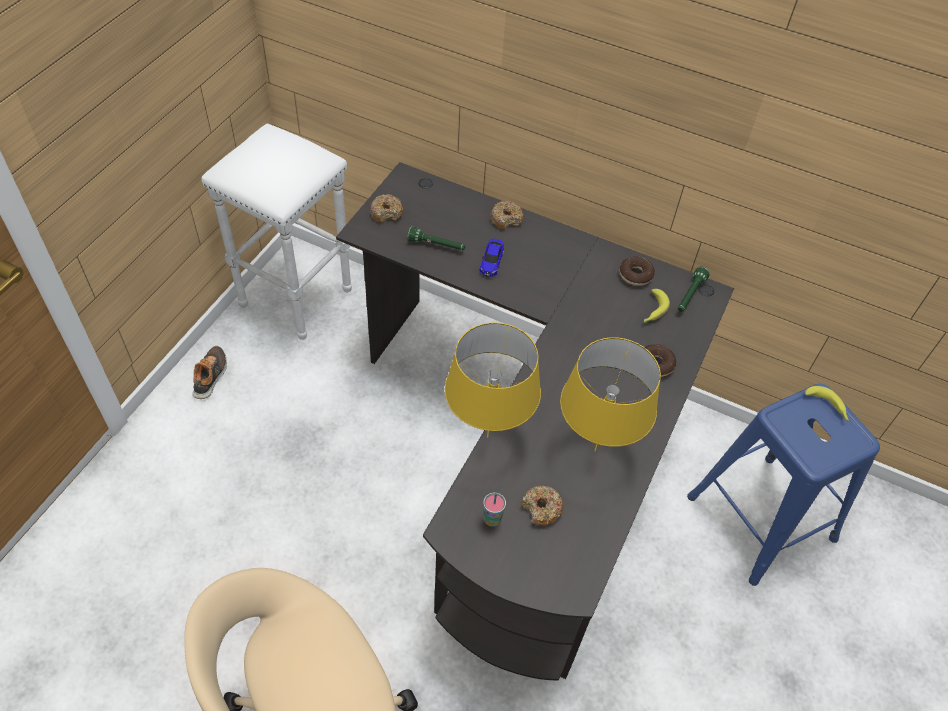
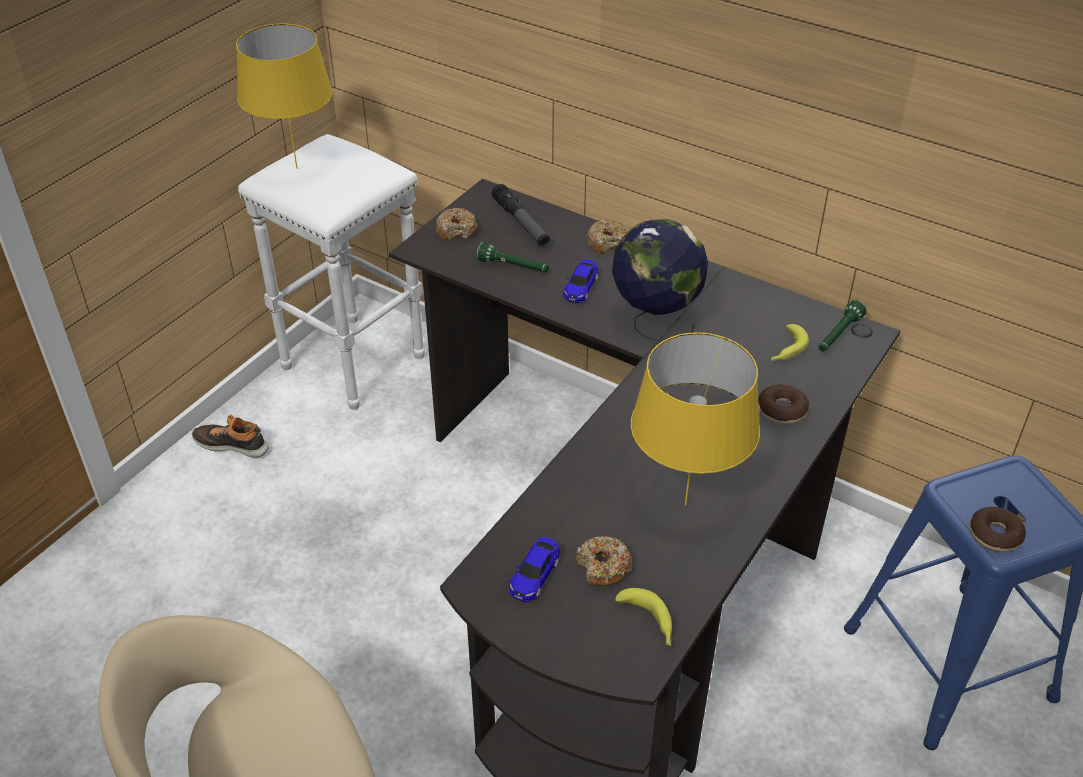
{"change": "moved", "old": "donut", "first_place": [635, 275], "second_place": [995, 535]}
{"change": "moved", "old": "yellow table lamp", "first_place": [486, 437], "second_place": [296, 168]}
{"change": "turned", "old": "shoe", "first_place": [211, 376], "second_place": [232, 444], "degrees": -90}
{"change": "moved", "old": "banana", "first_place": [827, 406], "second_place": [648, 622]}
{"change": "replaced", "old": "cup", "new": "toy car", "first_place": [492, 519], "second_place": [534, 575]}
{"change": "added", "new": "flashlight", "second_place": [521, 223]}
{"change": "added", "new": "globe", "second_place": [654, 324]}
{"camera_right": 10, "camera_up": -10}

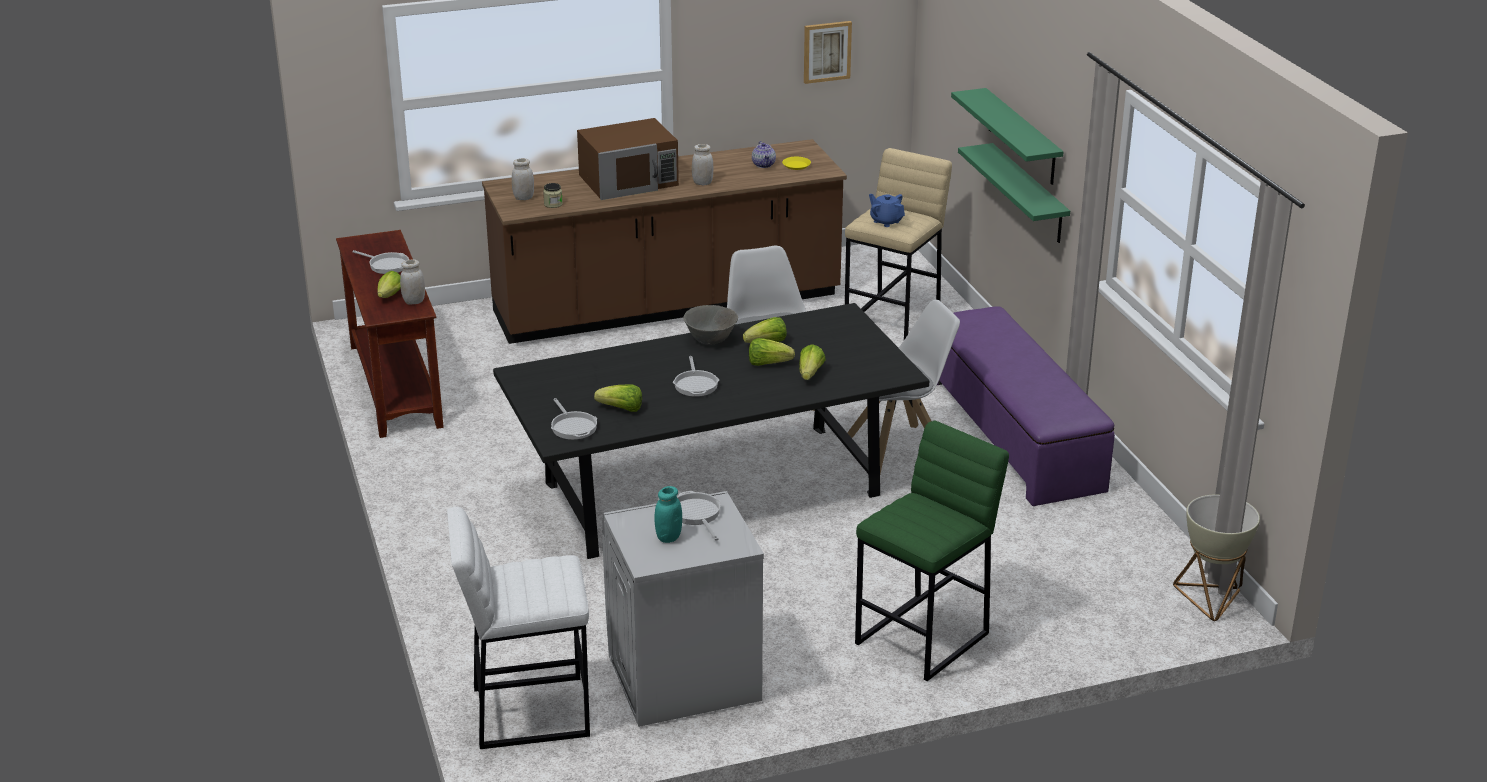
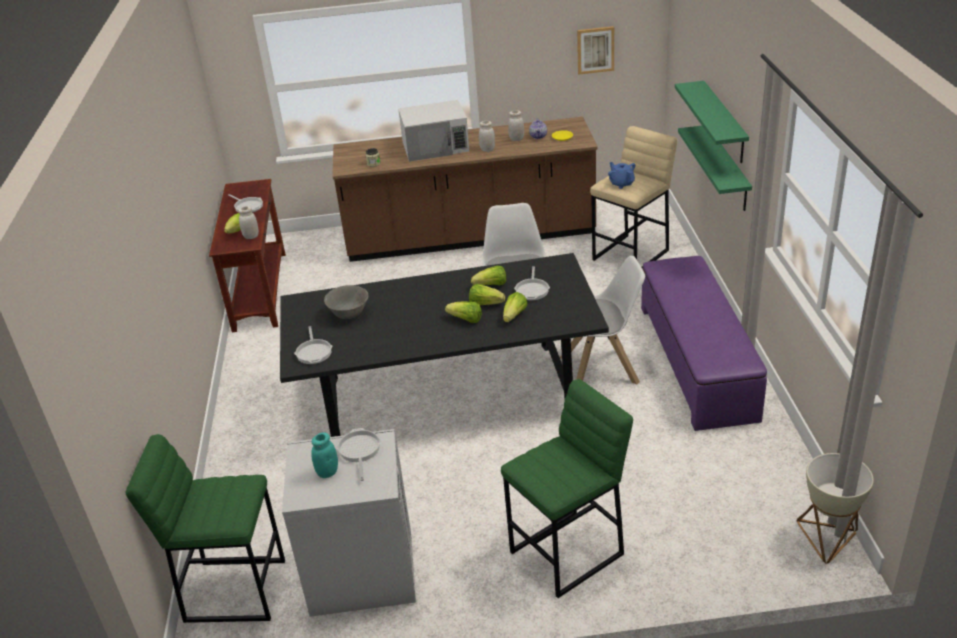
{"change": "recoloured", "old": "brown microwave", "new": "white microwave", "first_place": [629, 180], "second_place": [436, 146]}
{"change": "moved", "old": "white jar", "first_place": [523, 198], "second_place": [516, 139]}
{"change": "moved", "old": "grey bowl", "first_place": [710, 340], "second_place": [349, 314]}
{"change": "moved", "old": "frying pan", "first_place": [696, 384], "second_place": [532, 290]}
{"change": "moved", "old": "lettuce", "first_place": [621, 409], "second_place": [466, 320]}
{"change": "recoloured", "old": "white stool", "new": "green stool", "first_place": [527, 712], "second_place": [233, 590]}
{"camera_right": 15, "camera_up": 5}

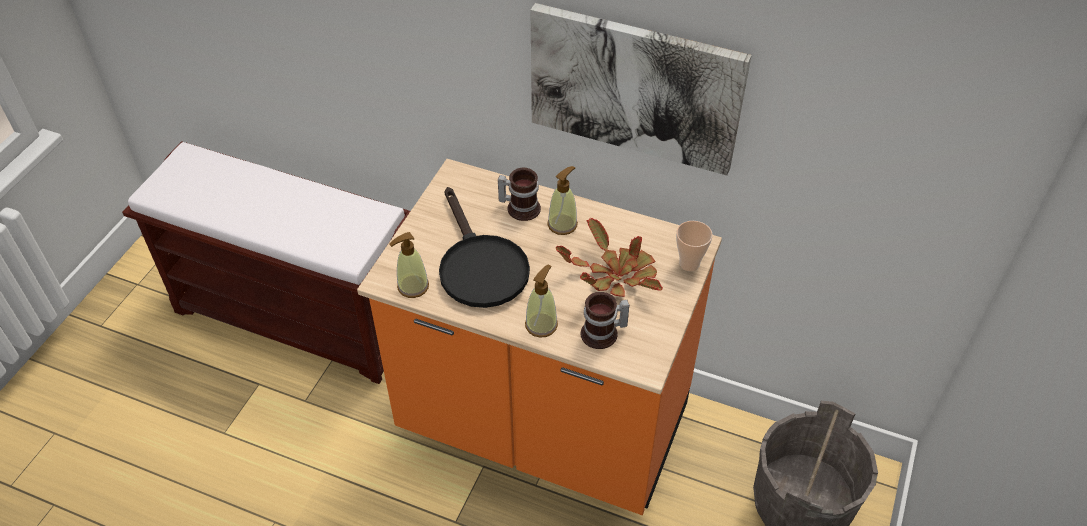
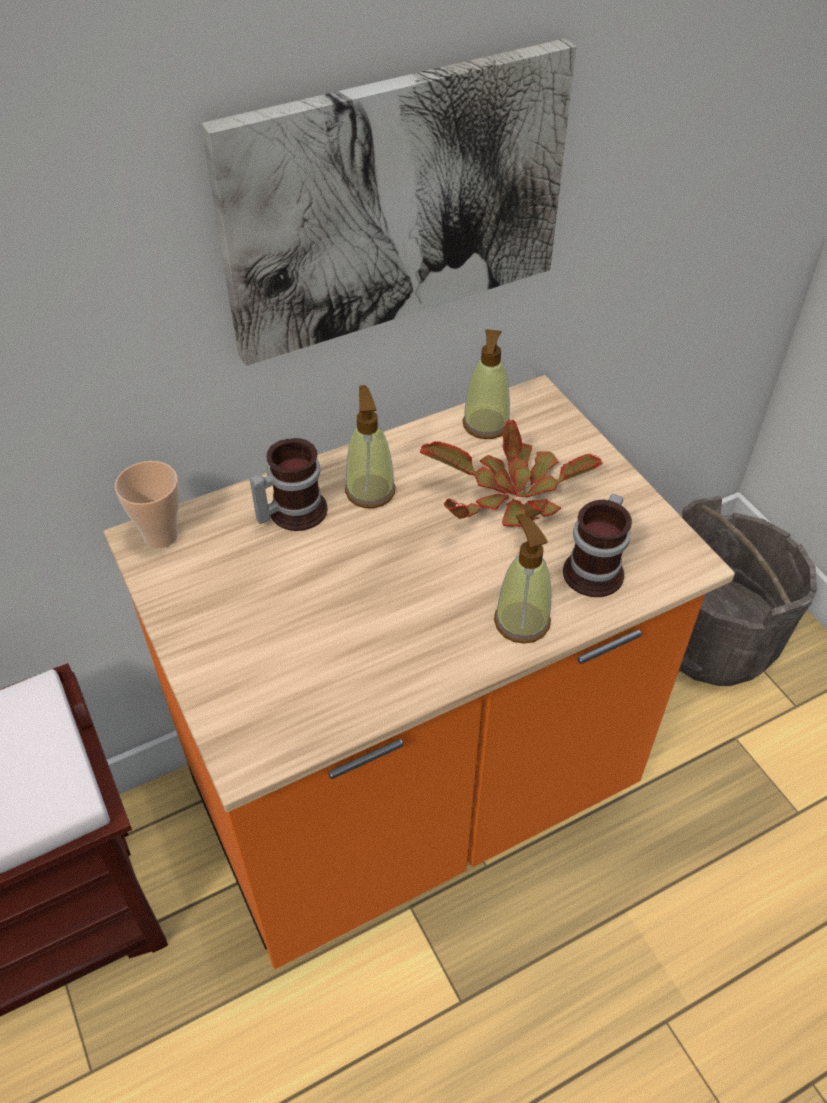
{"change": "removed", "old": "black frying pan", "first_place": [479, 266]}
{"change": "moved", "old": "cup", "first_place": [689, 264], "second_place": [161, 535]}
{"change": "moved", "old": "soap dispenser", "first_place": [412, 286], "second_place": [486, 424]}
{"camera_right": -50, "camera_up": 0}

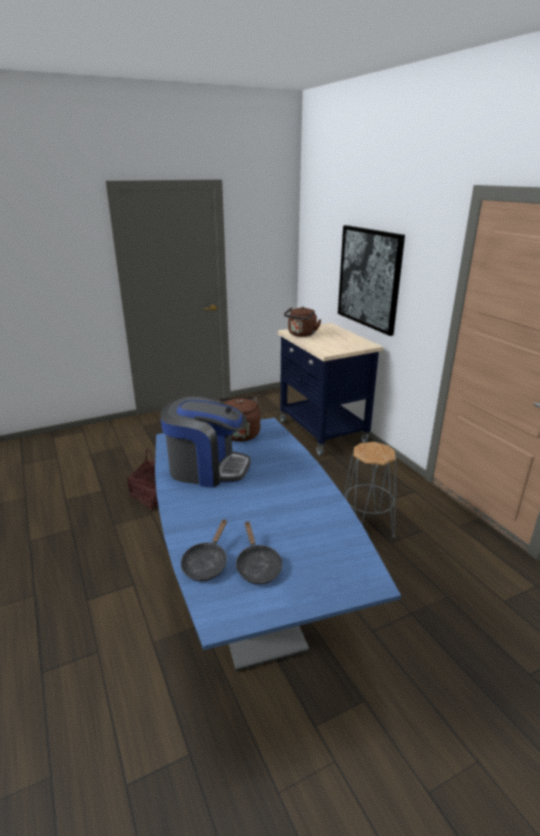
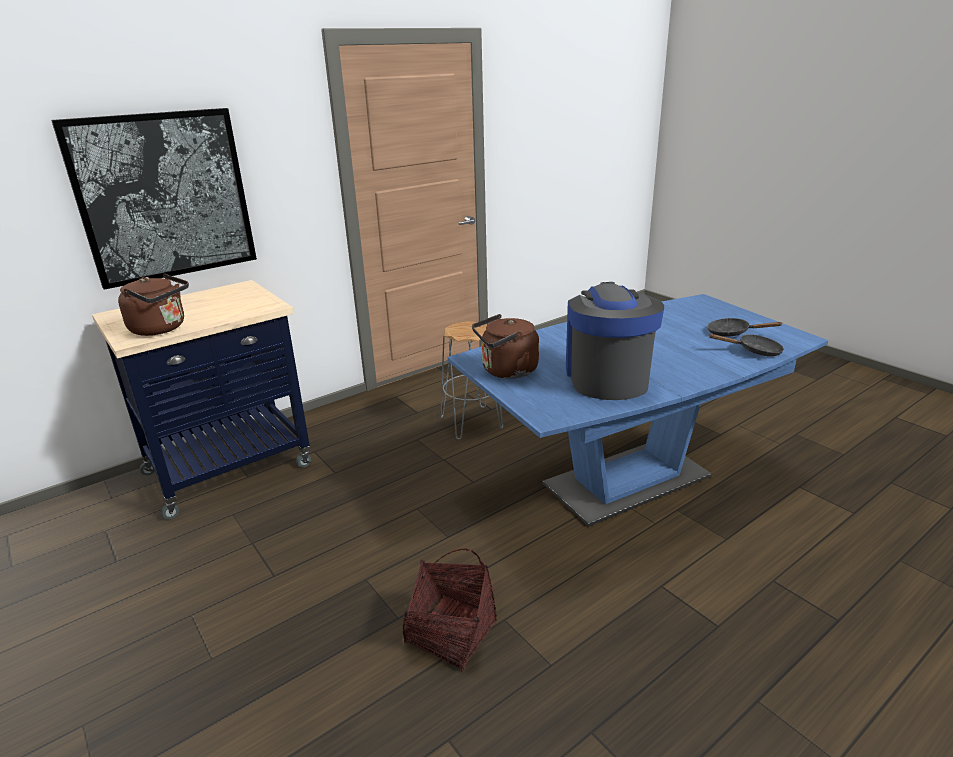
{"change": "turned", "old": "black frying pan", "first_place": [257, 566], "second_place": [732, 333], "degrees": -135}
{"camera_right": -100, "camera_up": 0}

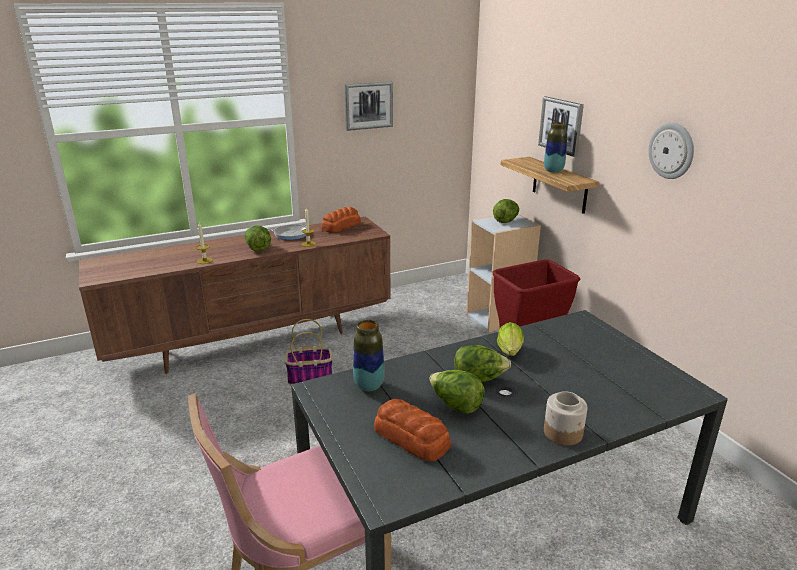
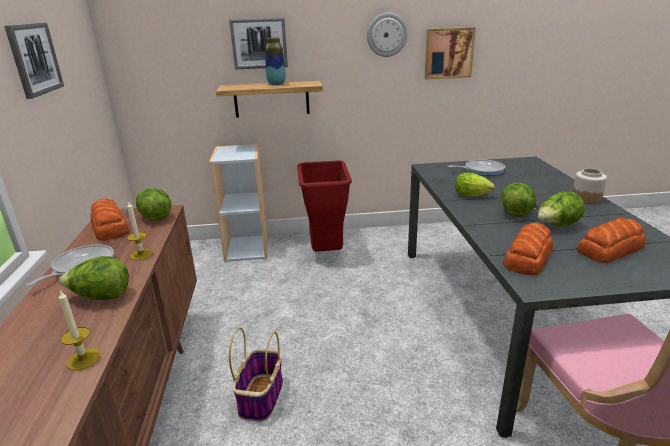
{"change": "moved", "old": "lettuce", "first_place": [506, 221], "second_place": [155, 217]}
{"change": "replaced", "old": "vase", "new": "bread", "first_place": [369, 386], "second_place": [527, 258]}
{"change": "added", "new": "picture", "second_place": [448, 53]}
{"change": "added", "new": "frying pan", "second_place": [481, 170]}
{"camera_right": -70, "camera_up": 0}

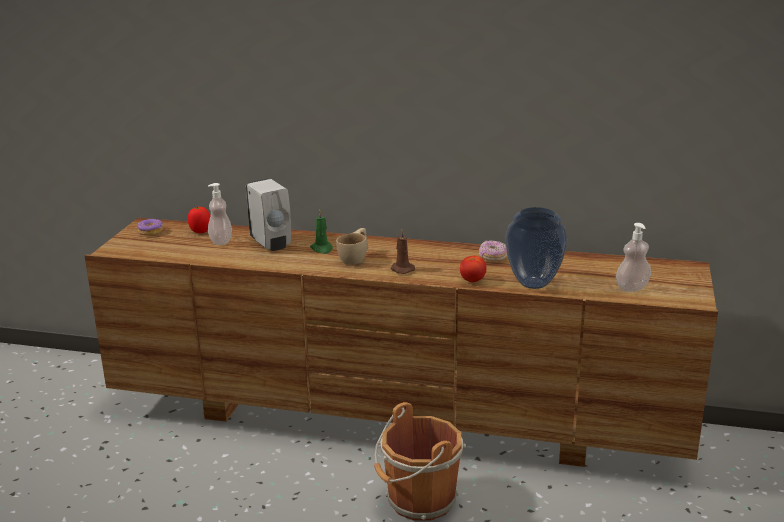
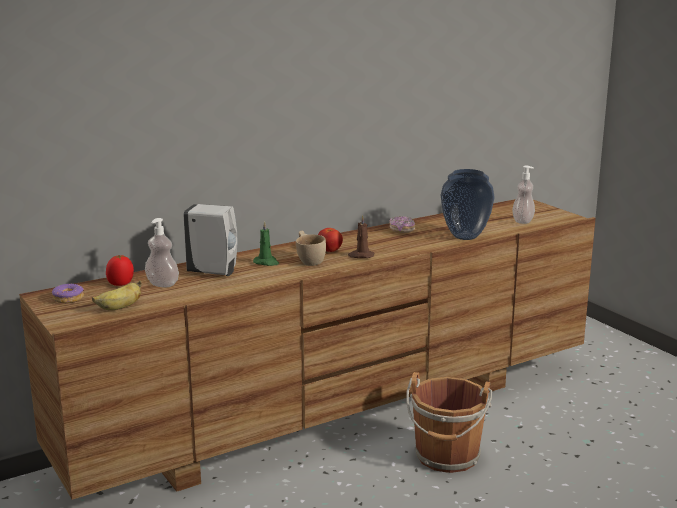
{"change": "moved", "old": "tomato", "first_place": [472, 280], "second_place": [329, 251]}
{"change": "added", "new": "banana", "second_place": [119, 308]}
{"camera_right": -45, "camera_up": -5}

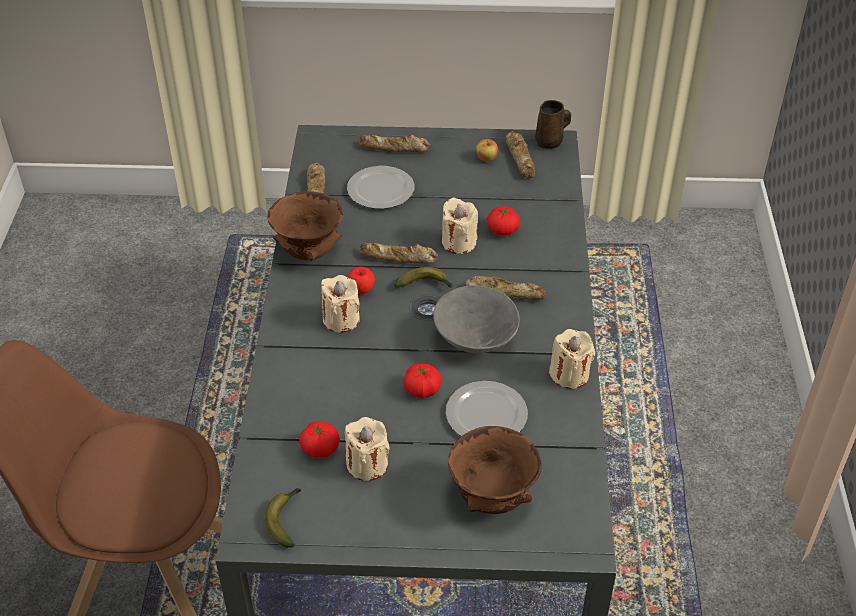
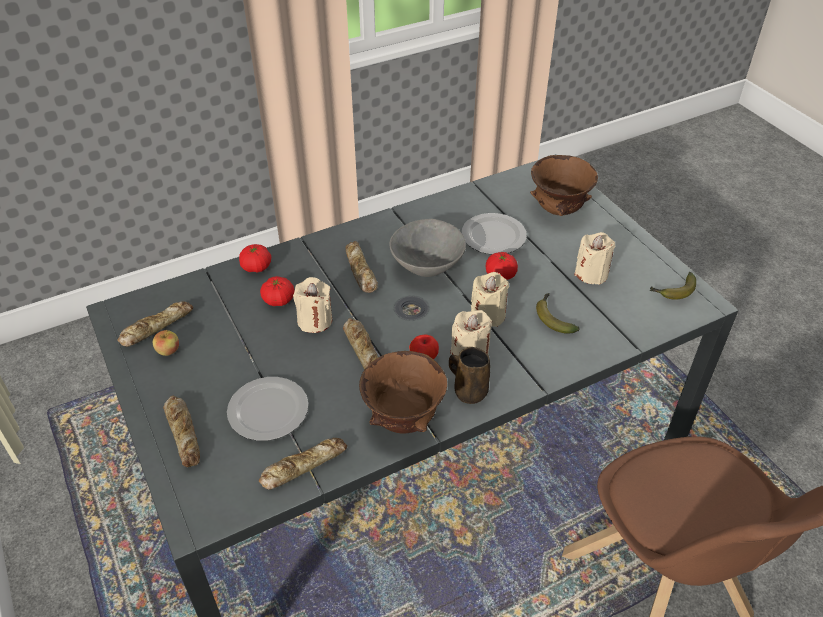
{"change": "moved", "old": "brown mug", "first_place": [550, 142], "second_place": [469, 391]}
{"change": "moved", "old": "banana", "first_place": [425, 285], "second_place": [553, 318]}
{"change": "moved", "old": "beige candle", "first_place": [569, 374], "second_place": [488, 315]}
{"change": "moved", "old": "tomato", "first_place": [320, 448], "second_place": [256, 267]}
{"camera_right": -120, "camera_up": 0}

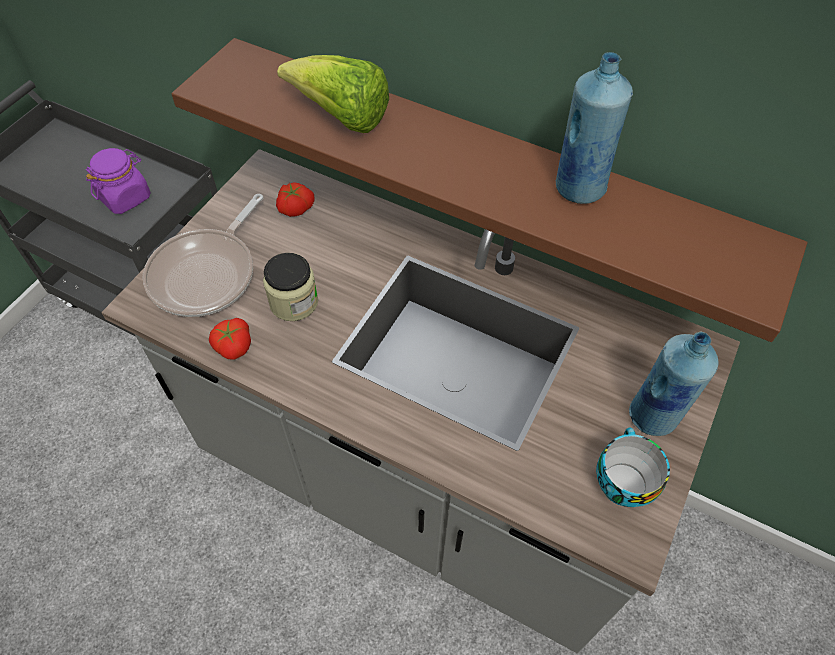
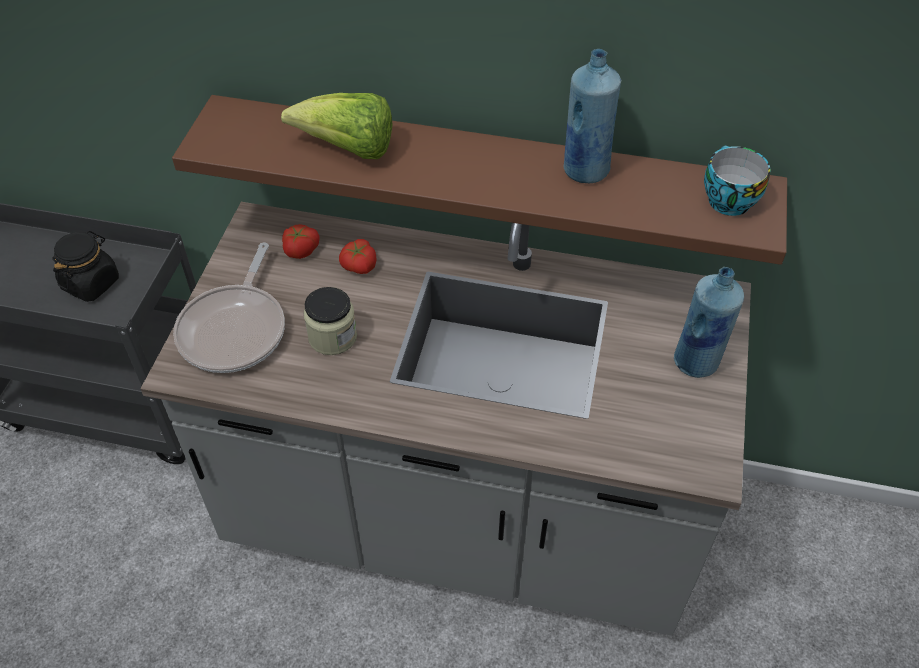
{"change": "recoloured", "old": "purple jar", "new": "black jar", "first_place": [125, 197], "second_place": [91, 283]}
{"change": "moved", "old": "tomato", "first_place": [232, 346], "second_place": [358, 266]}
{"change": "moved", "old": "cup", "first_place": [621, 481], "second_place": [726, 199]}
{"camera_right": -15, "camera_up": -5}

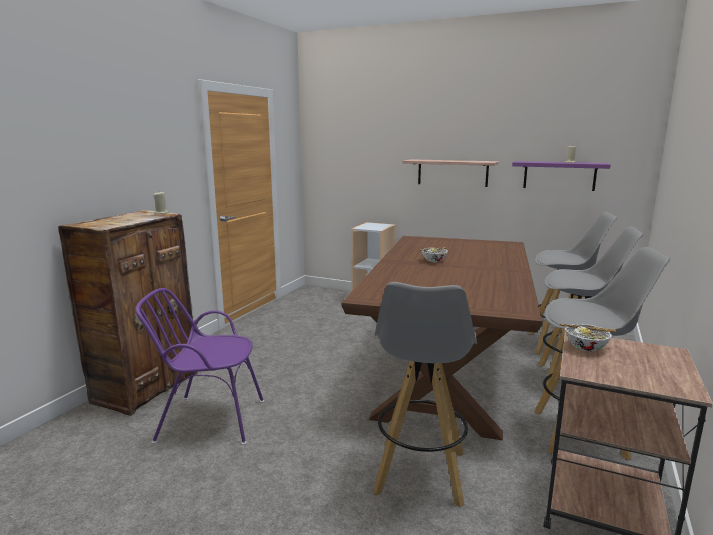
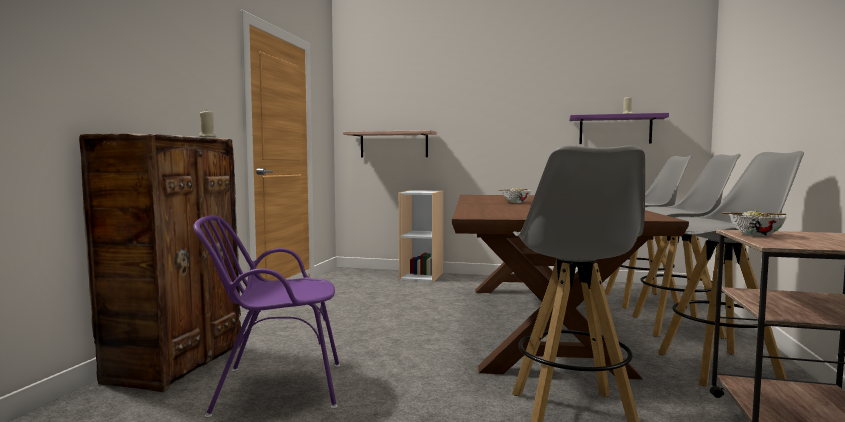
{"change": "moved", "old": "shelf", "first_place": [452, 172], "second_place": [394, 145]}
{"camera_right": -10, "camera_up": -10}

